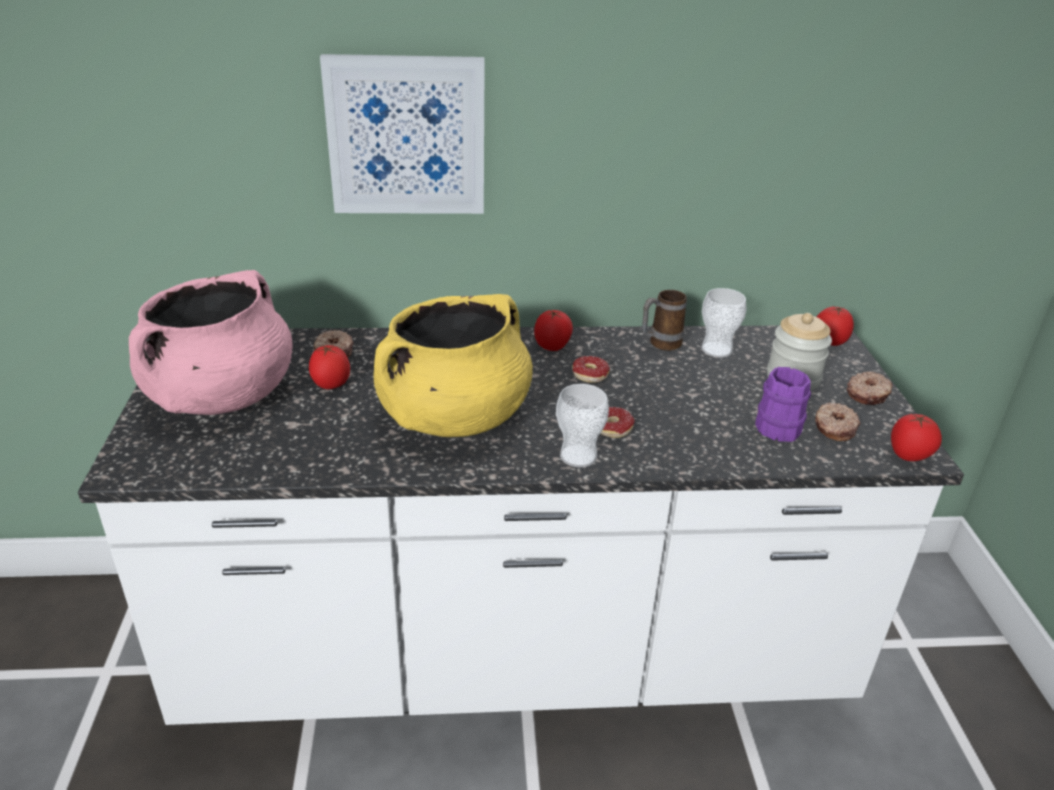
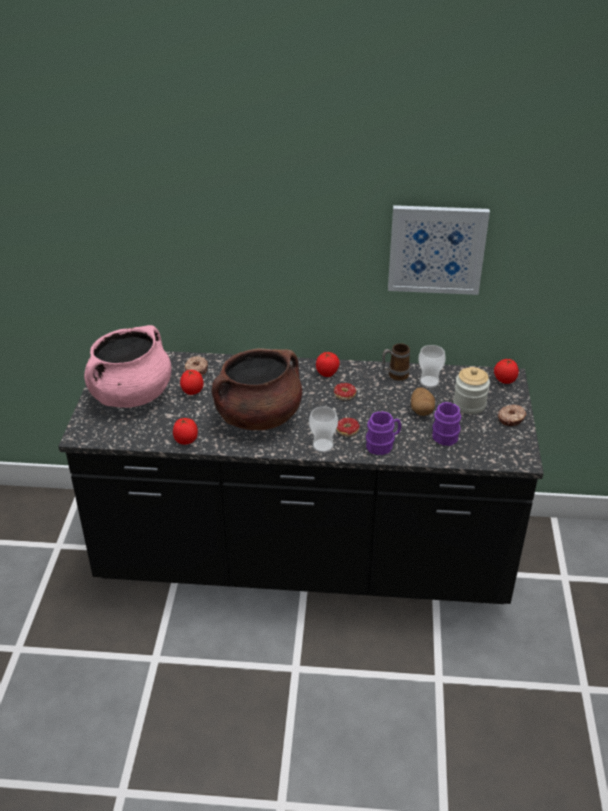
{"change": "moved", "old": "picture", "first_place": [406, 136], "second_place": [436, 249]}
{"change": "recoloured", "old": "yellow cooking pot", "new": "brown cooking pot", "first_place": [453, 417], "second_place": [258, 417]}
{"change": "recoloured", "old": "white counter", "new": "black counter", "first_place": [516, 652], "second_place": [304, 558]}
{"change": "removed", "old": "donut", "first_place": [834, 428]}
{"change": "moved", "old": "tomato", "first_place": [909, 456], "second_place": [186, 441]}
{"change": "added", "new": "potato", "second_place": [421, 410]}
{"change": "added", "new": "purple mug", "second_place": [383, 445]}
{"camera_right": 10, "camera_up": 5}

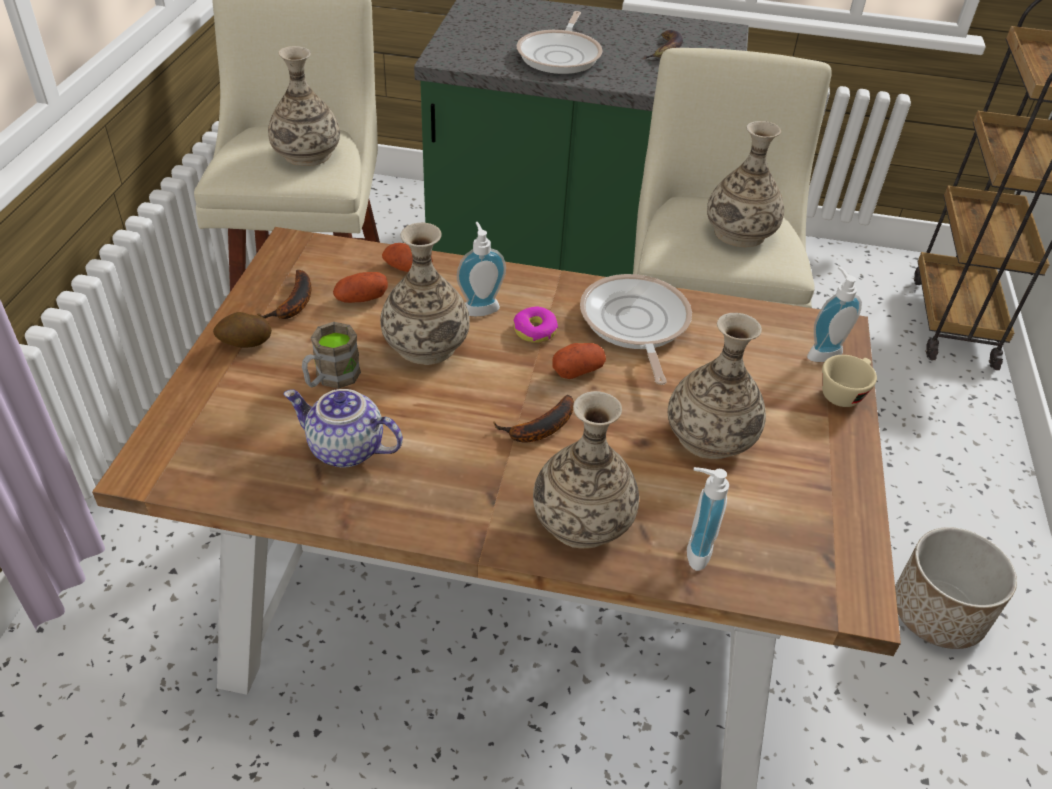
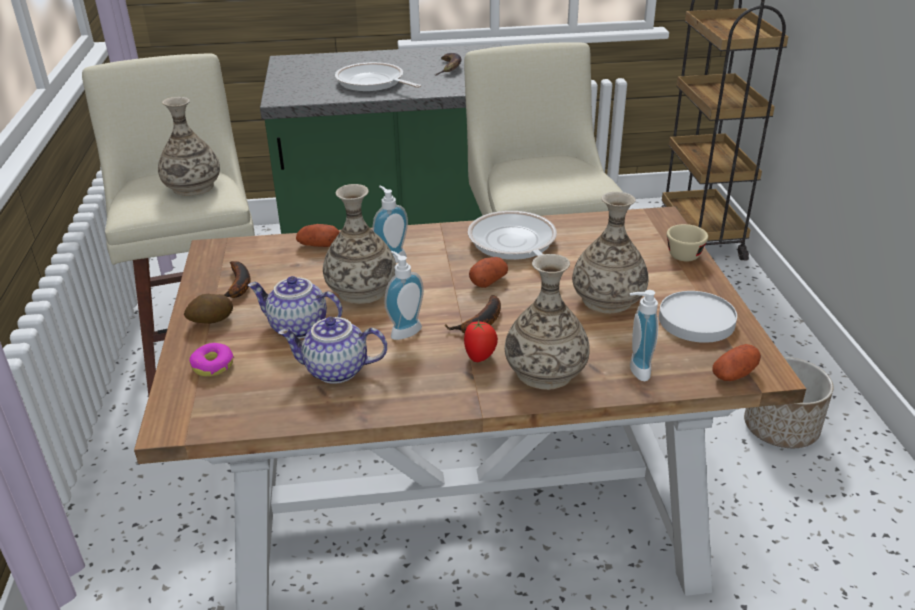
{"change": "turned", "old": "frying pan", "first_place": [561, 55], "second_place": [372, 83], "degrees": 135}
{"change": "removed", "old": "vase", "first_place": [739, 232]}
{"change": "moved", "old": "soap dispenser", "first_place": [822, 352], "second_place": [403, 330]}
{"change": "moved", "old": "potato", "first_place": [361, 299], "second_place": [734, 374]}
{"change": "moved", "old": "donut", "first_place": [535, 331], "second_place": [213, 366]}
{"change": "replaced", "old": "brown mug", "new": "teapot", "first_place": [331, 378], "second_place": [297, 328]}
{"change": "added", "new": "white plate", "second_place": [696, 320]}
{"change": "added", "new": "tomato", "second_place": [480, 357]}
{"camera_right": -15, "camera_up": -10}

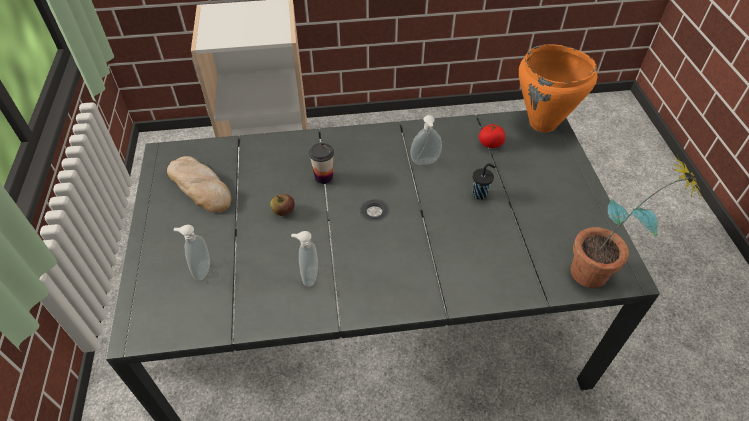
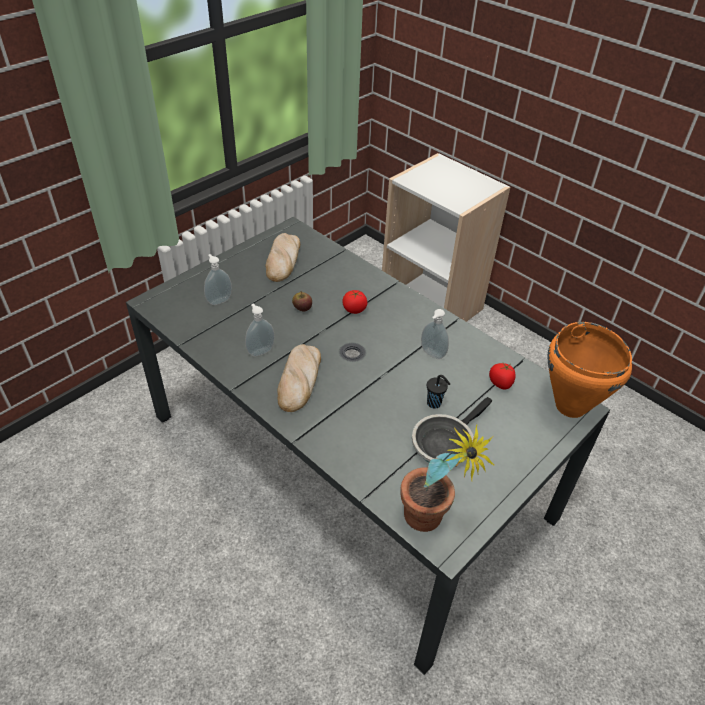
{"change": "replaced", "old": "cup", "new": "tomato", "first_place": [323, 177], "second_place": [354, 309]}
{"change": "added", "new": "bread", "second_place": [299, 380]}
{"change": "added", "new": "frying pan", "second_place": [445, 442]}
{"camera_right": 50, "camera_up": -5}

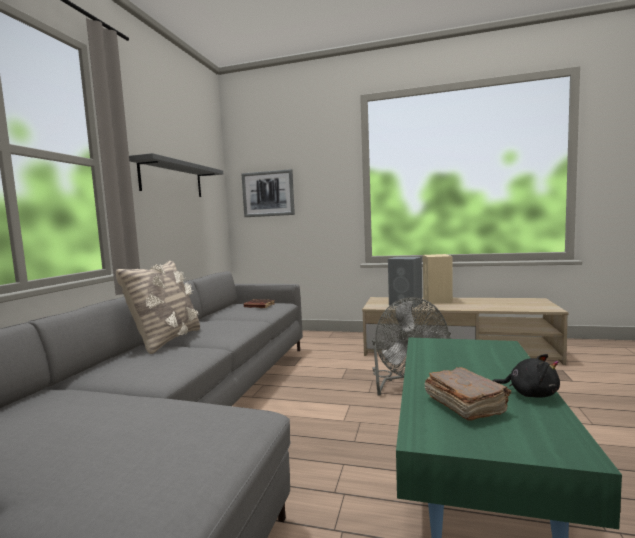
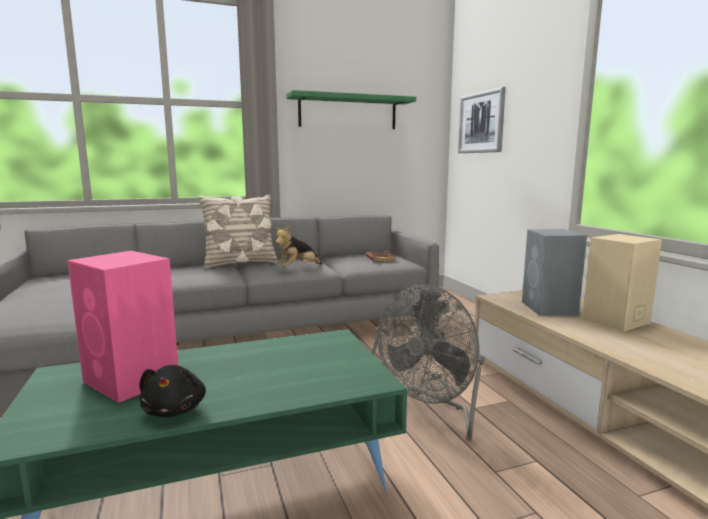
{"change": "recoloured", "old": "grey shelf", "new": "green shelf", "first_place": [172, 179], "second_place": [348, 112]}
{"change": "replaced", "old": "brown book", "new": "pink speaker", "first_place": [464, 405], "second_place": [132, 380]}
{"change": "added", "new": "plush toy", "second_place": [297, 269]}
{"camera_right": 55, "camera_up": 5}

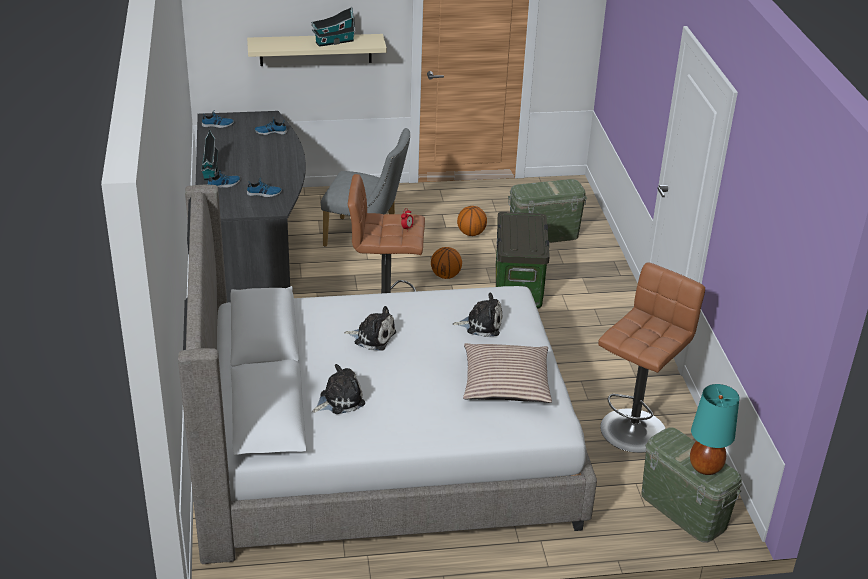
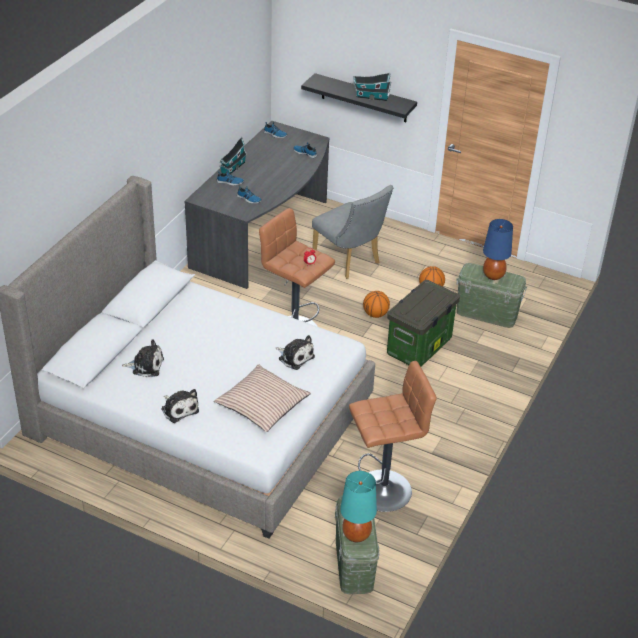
{"change": "recoloured", "old": "beige shelf", "new": "black shelf", "first_place": [315, 49], "second_place": [364, 98]}
{"change": "moved", "old": "plush toy", "first_place": [372, 337], "second_place": [179, 409]}
{"change": "added", "new": "blue table lamp", "second_place": [493, 275]}
{"camera_right": 35, "camera_up": 5}

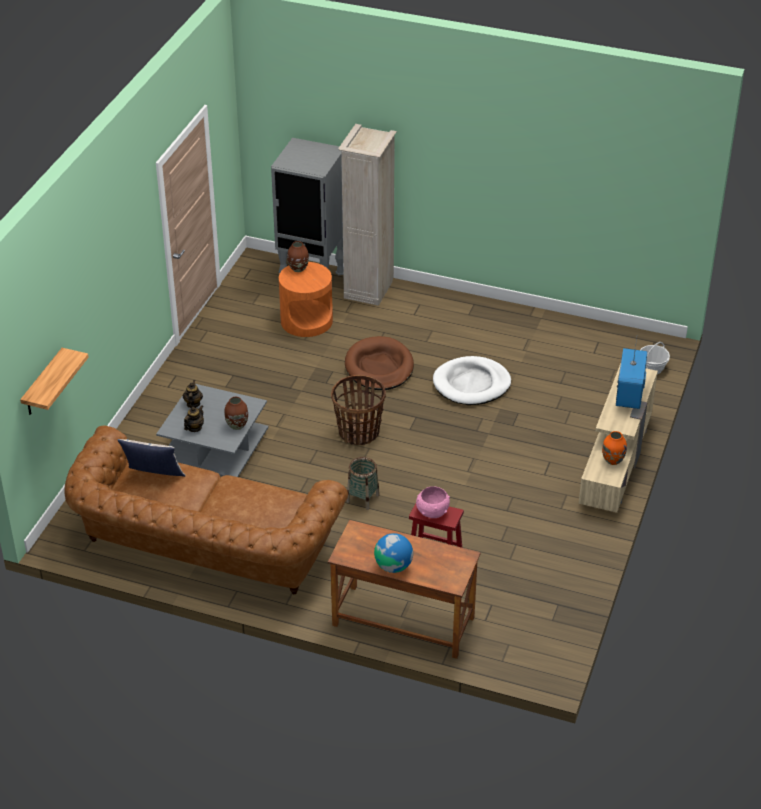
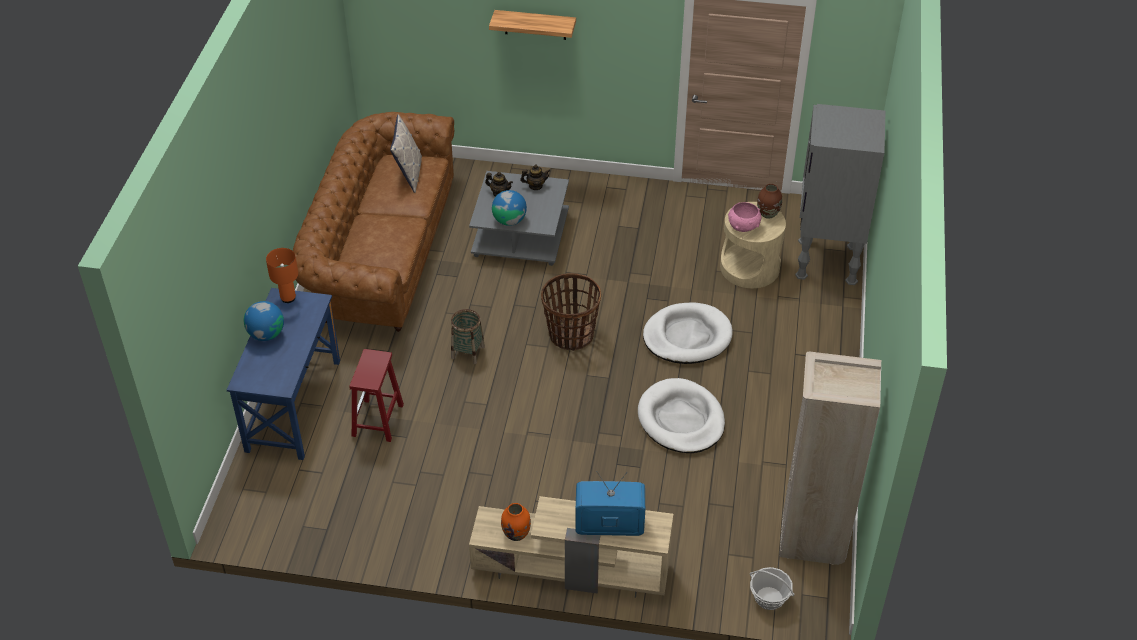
{"change": "moved", "old": "beige cabinet", "first_place": [369, 289], "second_place": [812, 541]}
{"change": "recoloured", "old": "orange side table", "new": "beige side table", "first_place": [306, 321], "second_place": [750, 267]}
{"change": "recoloured", "old": "brown dog bed", "new": "white dog bed", "first_place": [379, 367], "second_place": [687, 337]}
{"change": "moved", "old": "shelf", "first_place": [43, 383], "second_place": [535, 25]}
{"change": "replaced", "old": "brown vase", "new": "globe", "first_place": [236, 425], "second_place": [509, 220]}
{"change": "moved", "old": "pink bowl", "first_place": [432, 511], "second_place": [743, 226]}
{"change": "recoloured", "old": "brown desk", "new": "blue desk", "first_place": [403, 622], "second_place": [293, 405]}
{"change": "added", "new": "orange table lamp", "second_place": [288, 298]}
{"camera_right": 80, "camera_up": 5}

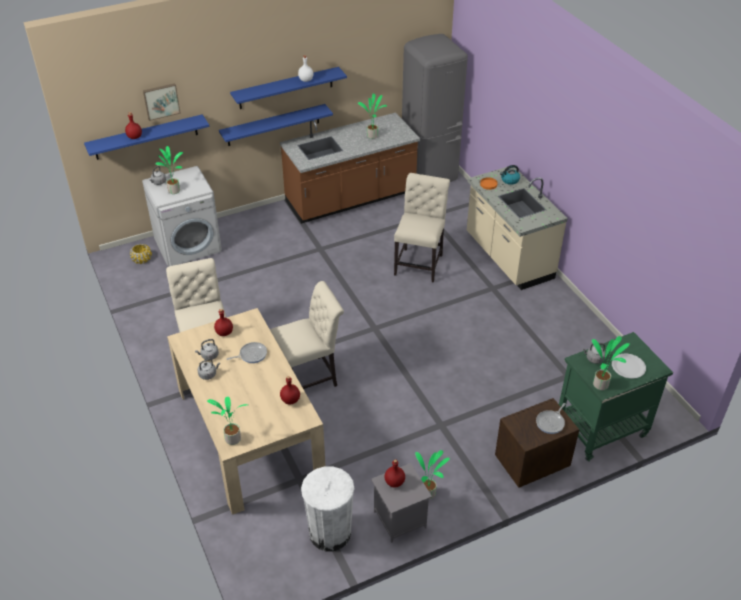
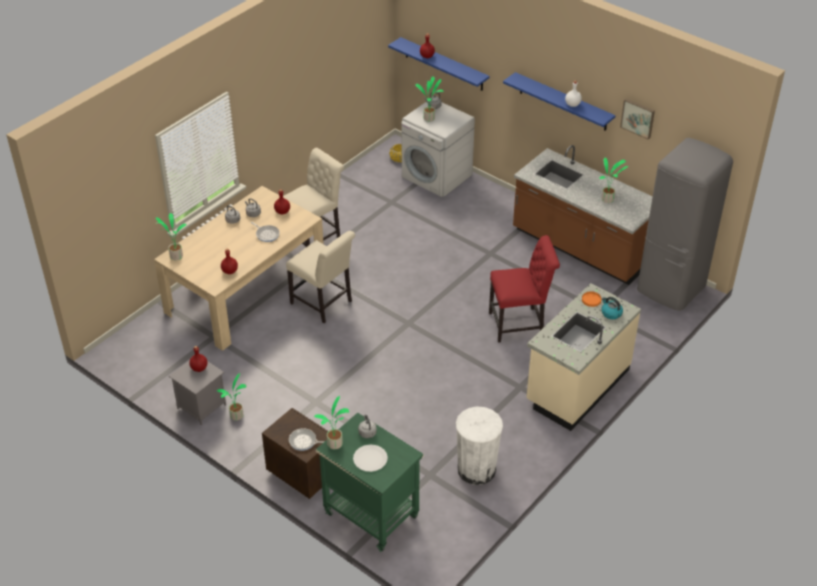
{"change": "moved", "old": "picture", "first_place": [161, 101], "second_place": [638, 118]}
{"change": "removed", "old": "blue shelf", "first_place": [273, 125]}
{"change": "recoloured", "old": "beige chair", "new": "red chair", "first_place": [420, 263], "second_place": [520, 325]}
{"change": "moved", "old": "white trash can", "first_place": [330, 533], "second_place": [476, 470]}
{"camera_right": 65, "camera_up": 0}

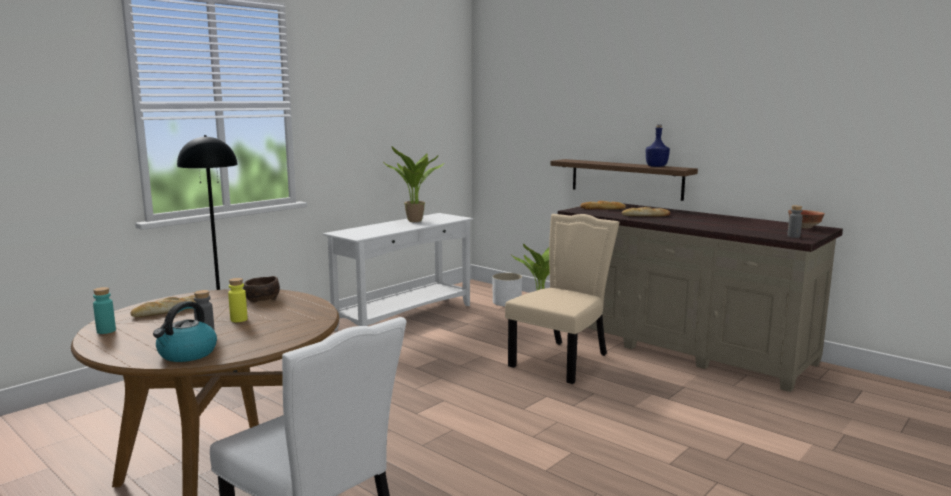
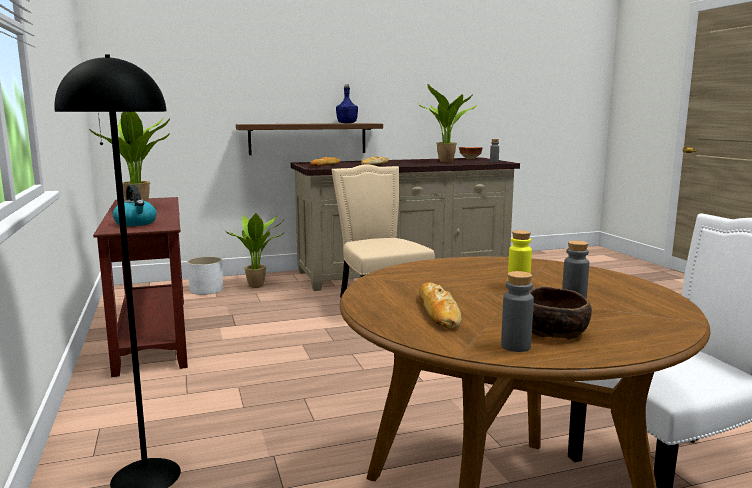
{"change": "recoloured", "old": "white console table", "new": "brown console table", "first_place": [404, 317], "second_place": [152, 334]}
{"change": "moved", "old": "brown bowl", "first_place": [261, 299], "second_place": [555, 332]}
{"change": "recoloured", "old": "turquoise bottle", "new": "grey bottle", "first_place": [106, 331], "second_place": [515, 346]}
{"change": "moved", "old": "kettle", "first_place": [187, 354], "second_place": [136, 223]}
{"change": "added", "new": "potted plant", "second_place": [447, 162]}
{"camera_right": -60, "camera_up": 0}

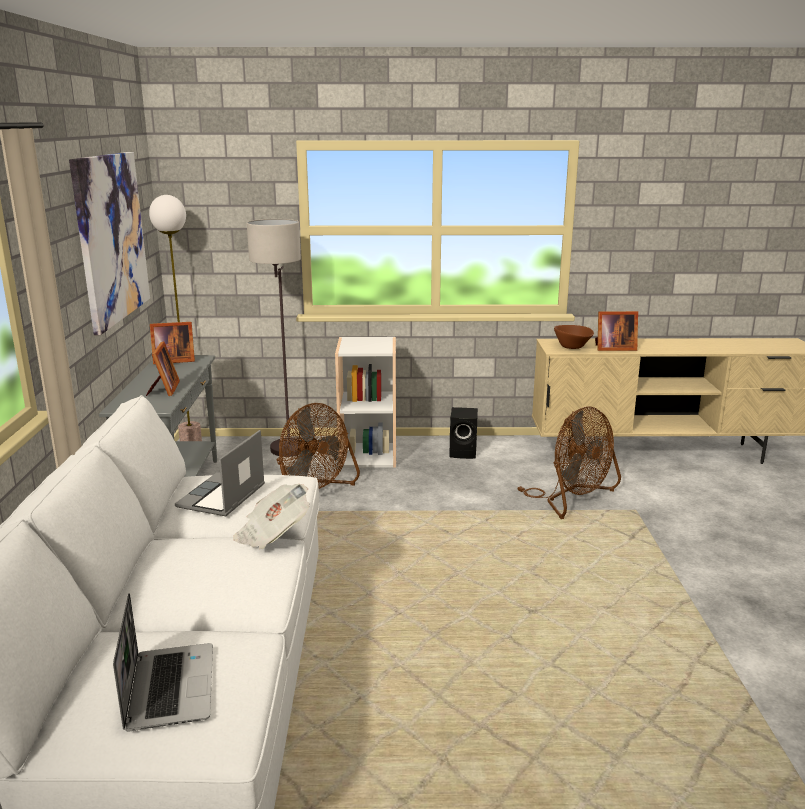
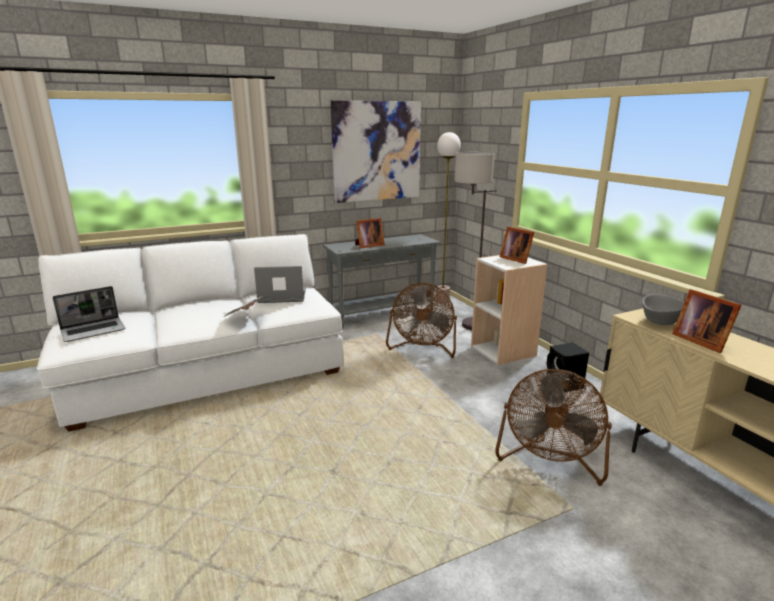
{"change": "moved", "old": "picture frame", "first_place": [172, 360], "second_place": [515, 259]}
{"change": "recoloured", "old": "brown bowl", "new": "grey bowl", "first_place": [573, 348], "second_place": [658, 323]}
{"camera_right": 65, "camera_up": 0}

